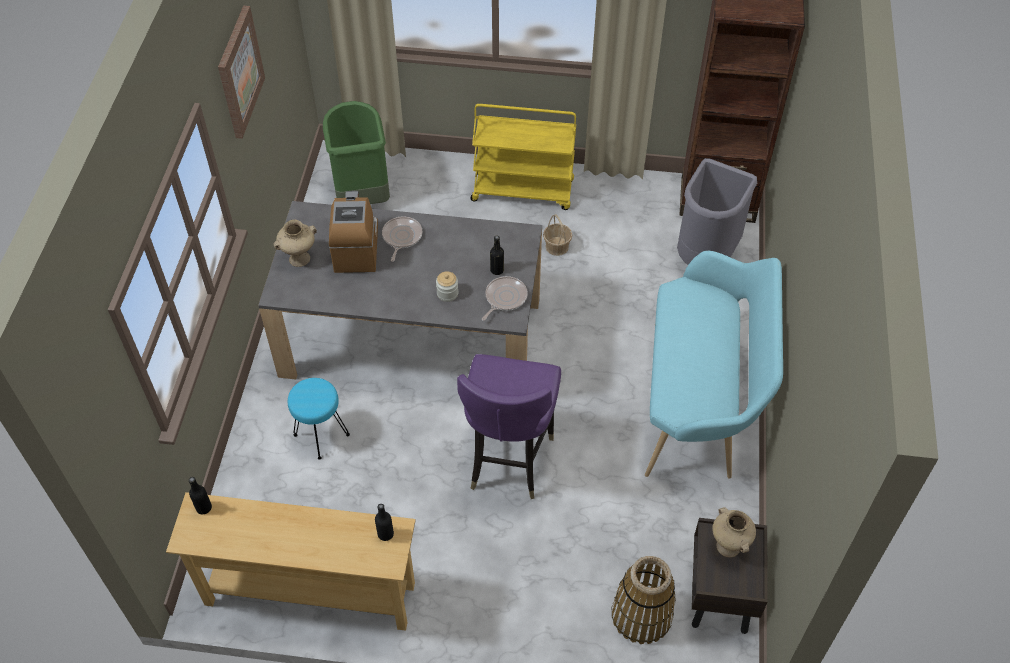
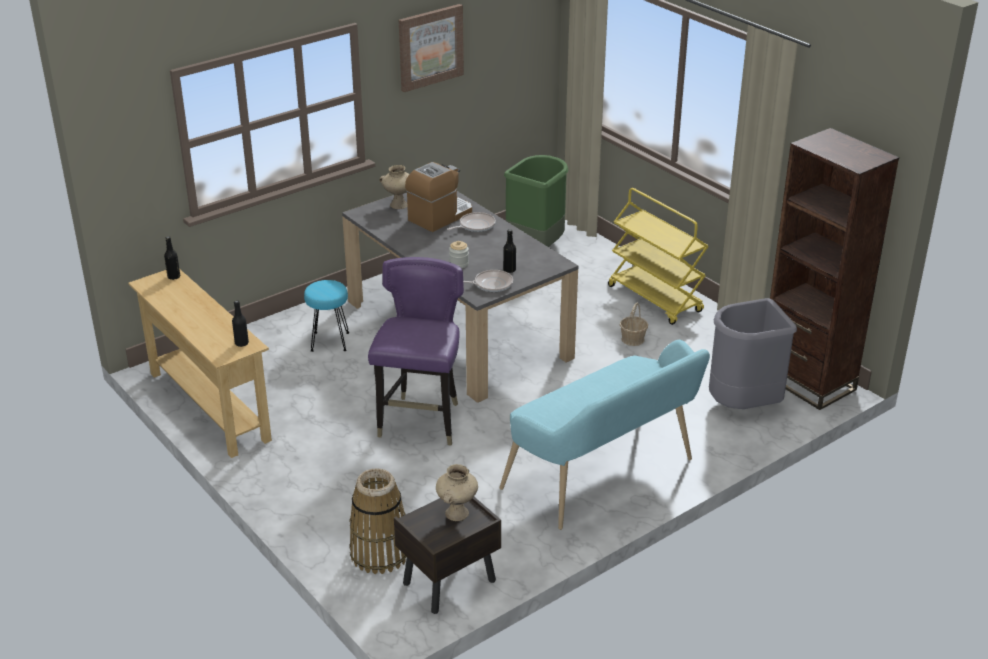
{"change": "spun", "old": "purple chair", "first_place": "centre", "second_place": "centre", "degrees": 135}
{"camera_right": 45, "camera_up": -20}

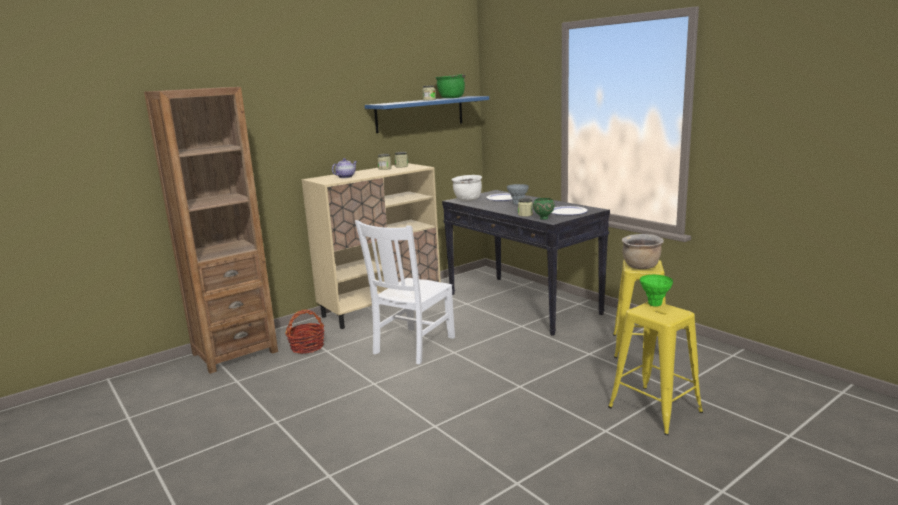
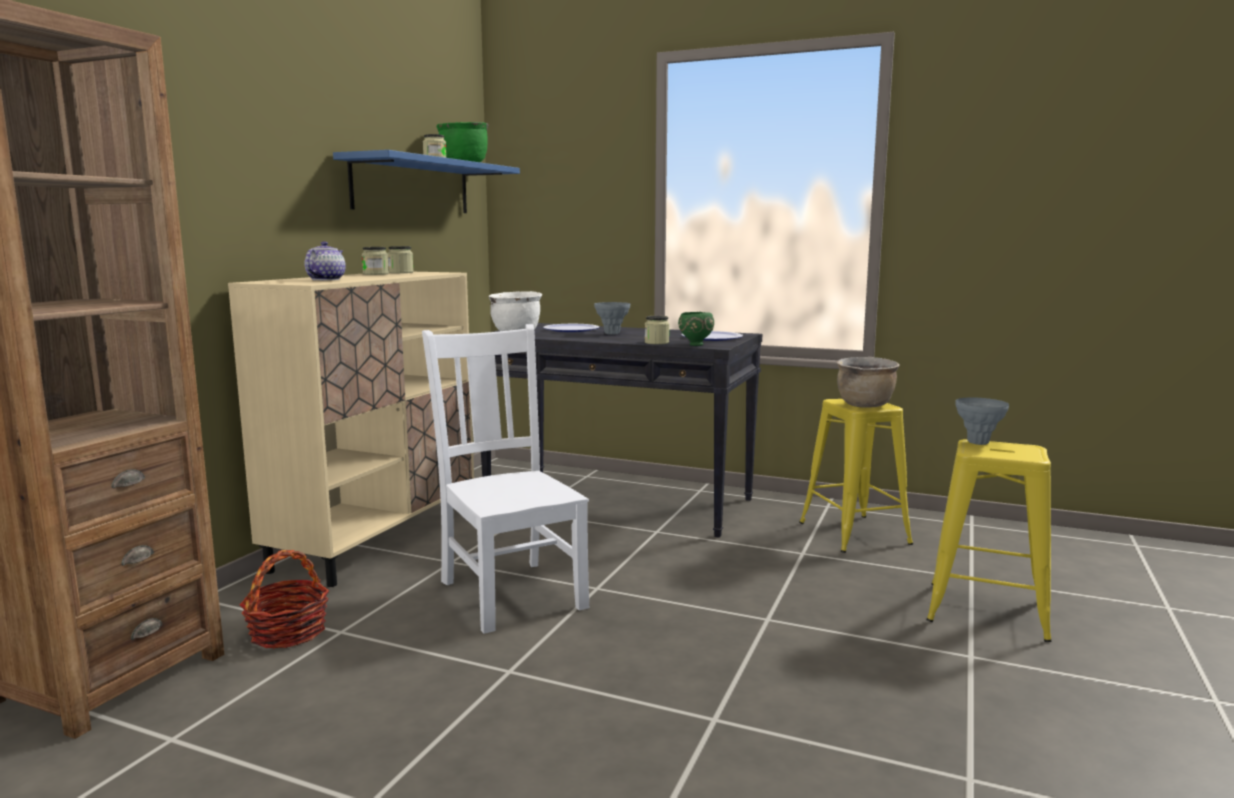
{"change": "spun", "old": "white chair", "first_place": "centre", "second_place": "centre", "degrees": 150}
{"change": "colour", "old": "green vase", "new": "grey vase (no. 2 from left)", "first_place": "middle right", "second_place": "middle right"}
{"camera_right": -30, "camera_up": -5}

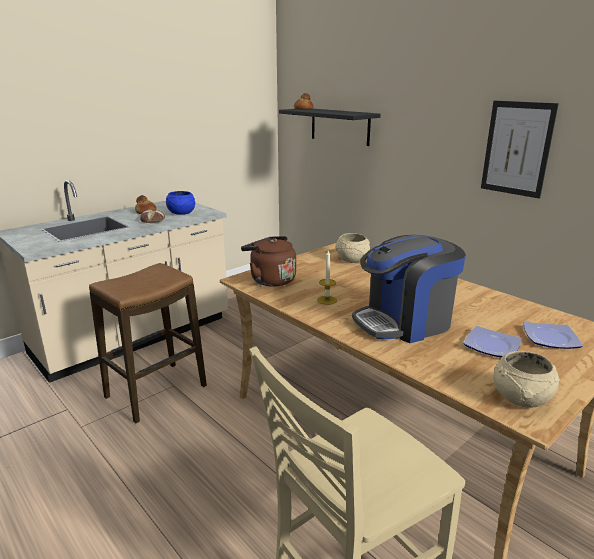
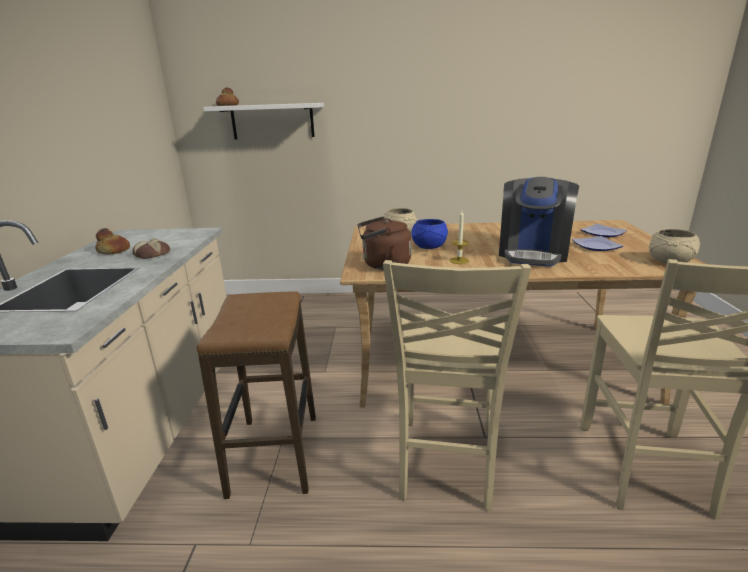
{"change": "missing", "old": "picture", "first_place": "top right"}
{"change": "colour", "old": "black shelf", "new": "white shelf", "first_place": "top centre", "second_place": "top centre"}
{"change": "relocated", "old": "blue bowl", "first_place": "middle left", "second_place": "centre"}
{"change": "appeared", "new": "beige chair (no. 1 from left)", "second_place": "bottom centre"}
{"camera_right": -45, "camera_up": 0}

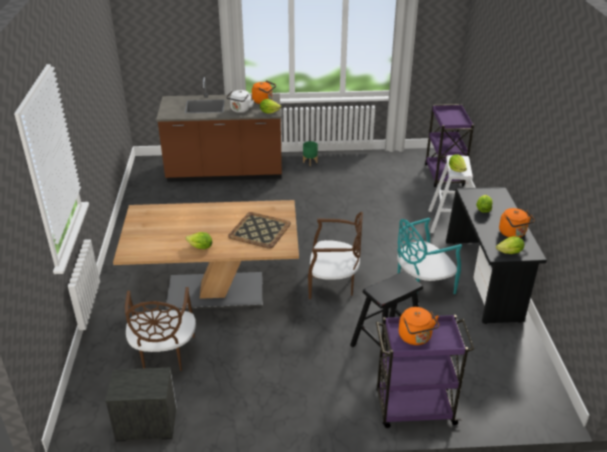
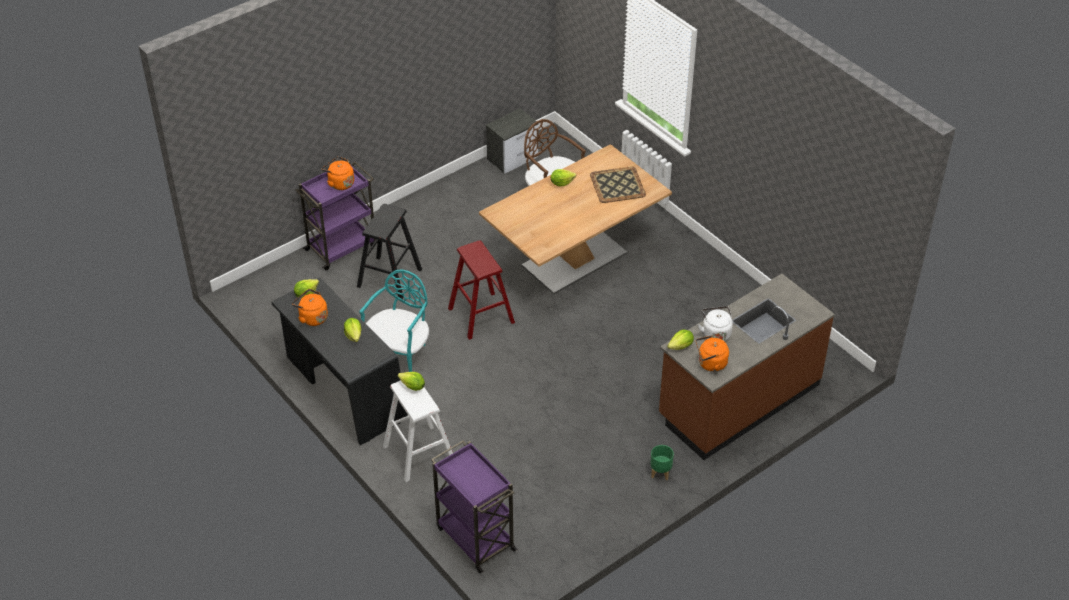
{"change": "relocated", "old": "tray", "first_place": "centre", "second_place": "top centre"}
{"change": "exchanged", "old": "brown chair (no. 2 from left)", "new": "red stool", "first_place": "centre", "second_place": "centre"}
{"camera_right": 145, "camera_up": 10}

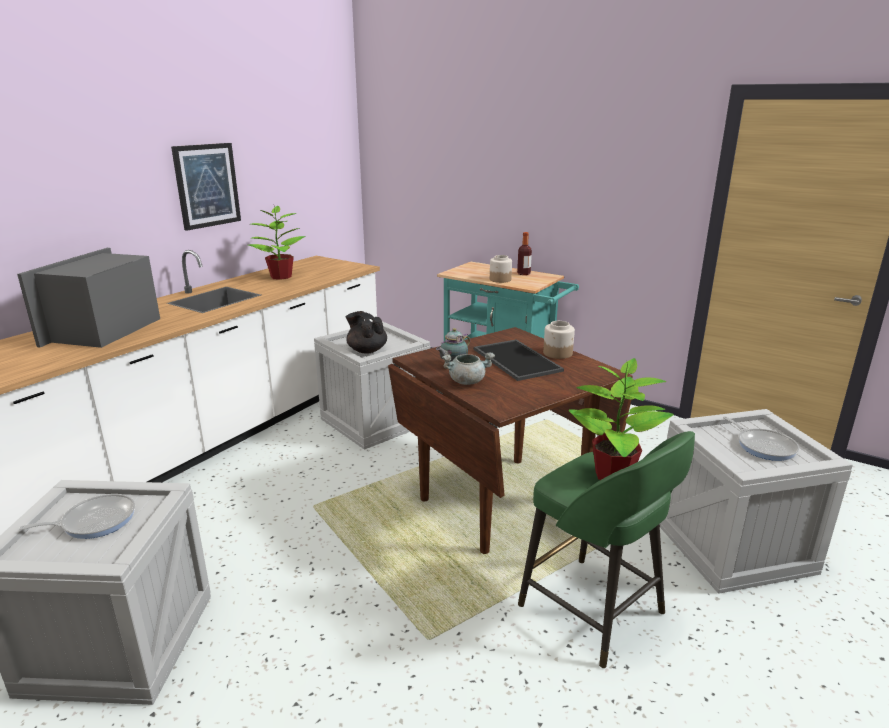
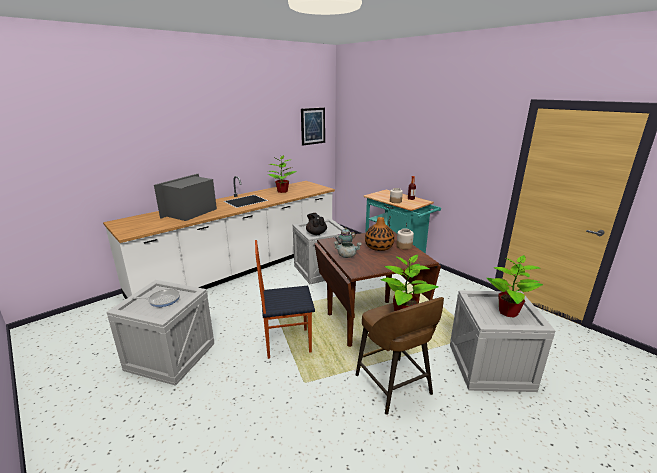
{"change": "relocated", "old": "picture", "first_place": "top left", "second_place": "top centre"}
{"change": "exchanged", "old": "tray", "new": "vase", "first_place": "centre", "second_place": "centre"}
{"change": "exchanged", "old": "frying pan (no. 2 from left)", "new": "potted plant (no. 3 from left)", "first_place": "middle right", "second_place": "middle right"}
{"change": "colour", "old": "green stool", "new": "brown stool", "first_place": "bottom right", "second_place": "bottom centre"}
{"change": "appeared", "new": "chair", "second_place": "centre"}
{"camera_right": 15, "camera_up": 0}

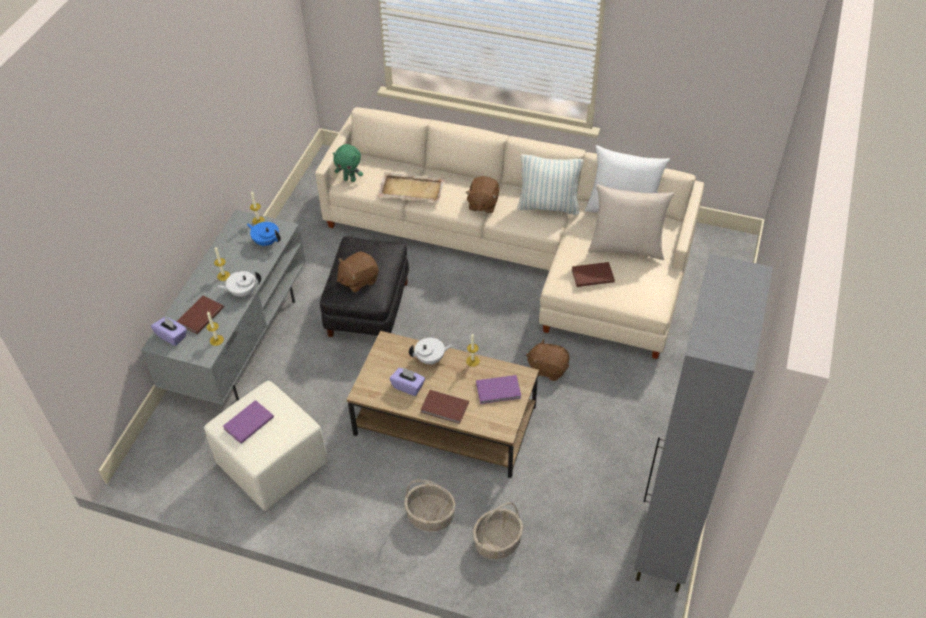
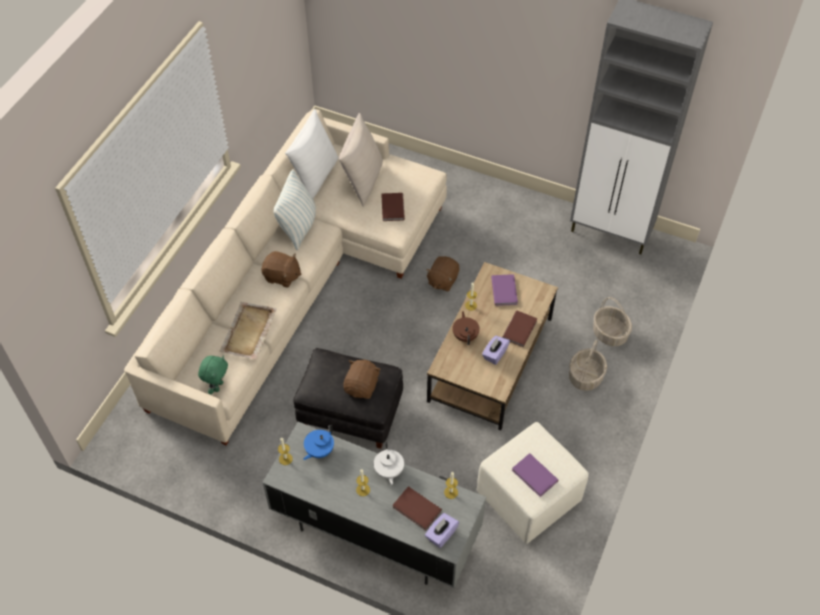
{"change": "spun", "old": "brown plush toy (no. 1 from left in the first image)", "first_place": "centre", "second_place": "centre", "degrees": -135}
{"change": "colour", "old": "white teapot (no. 2 from left)", "new": "brown teapot", "first_place": "centre", "second_place": "centre"}
{"camera_right": -85, "camera_up": 5}

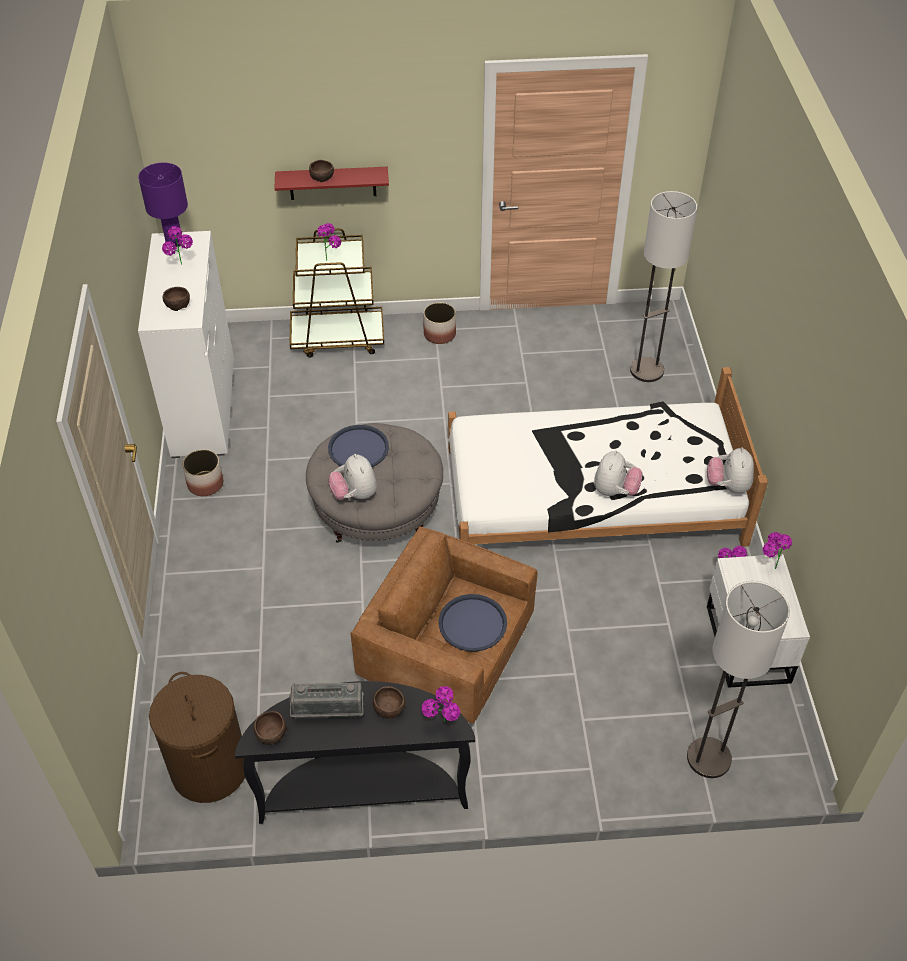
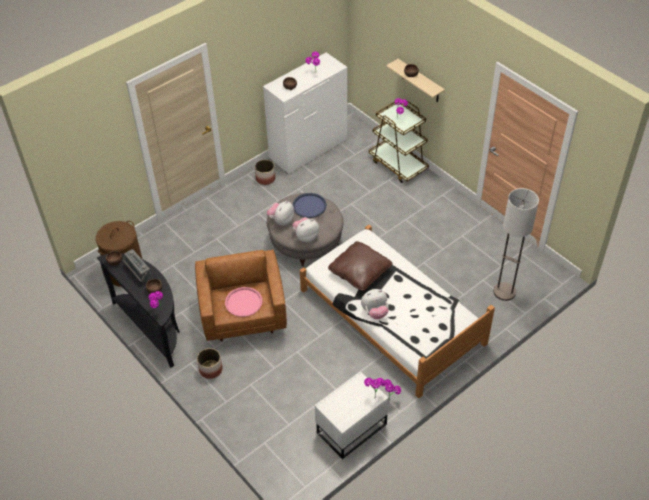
{"change": "missing", "old": "purple table lamp", "first_place": "top left"}
{"change": "colour", "old": "red shelf", "new": "beige shelf", "first_place": "top centre", "second_place": "top centre"}
{"change": "relocated", "old": "planter (no. 2 from left in the first image)", "new": "planter (no. 1 from left)", "first_place": "centre", "second_place": "bottom left"}
{"change": "relocated", "old": "plush toy (no. 3 from left in the first image)", "new": "plush toy (no. 2 from left)", "first_place": "middle right", "second_place": "centre"}
{"change": "missing", "old": "floor lamp (no. 2 from left)", "first_place": "bottom right"}
{"change": "colour", "old": "blue tray (no. 2 from left)", "new": "pink tray", "first_place": "centre", "second_place": "centre"}
{"change": "appeared", "new": "brown pillow", "second_place": "centre"}
{"camera_right": 55, "camera_up": 0}

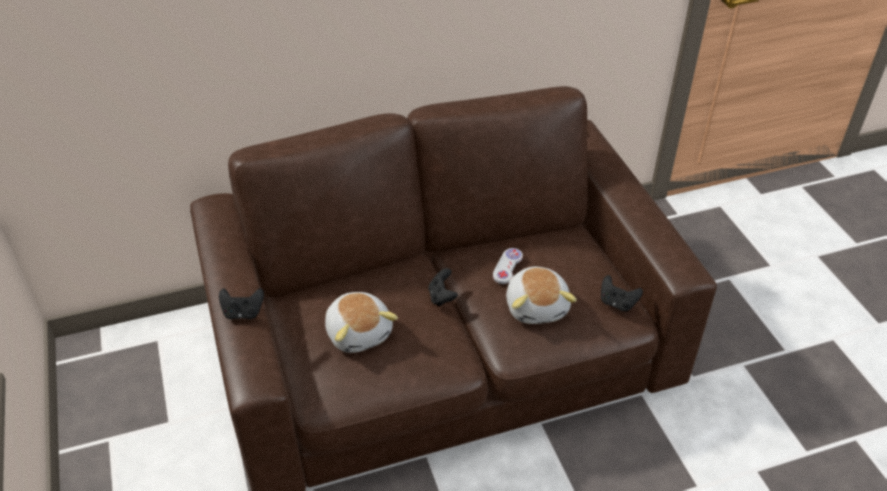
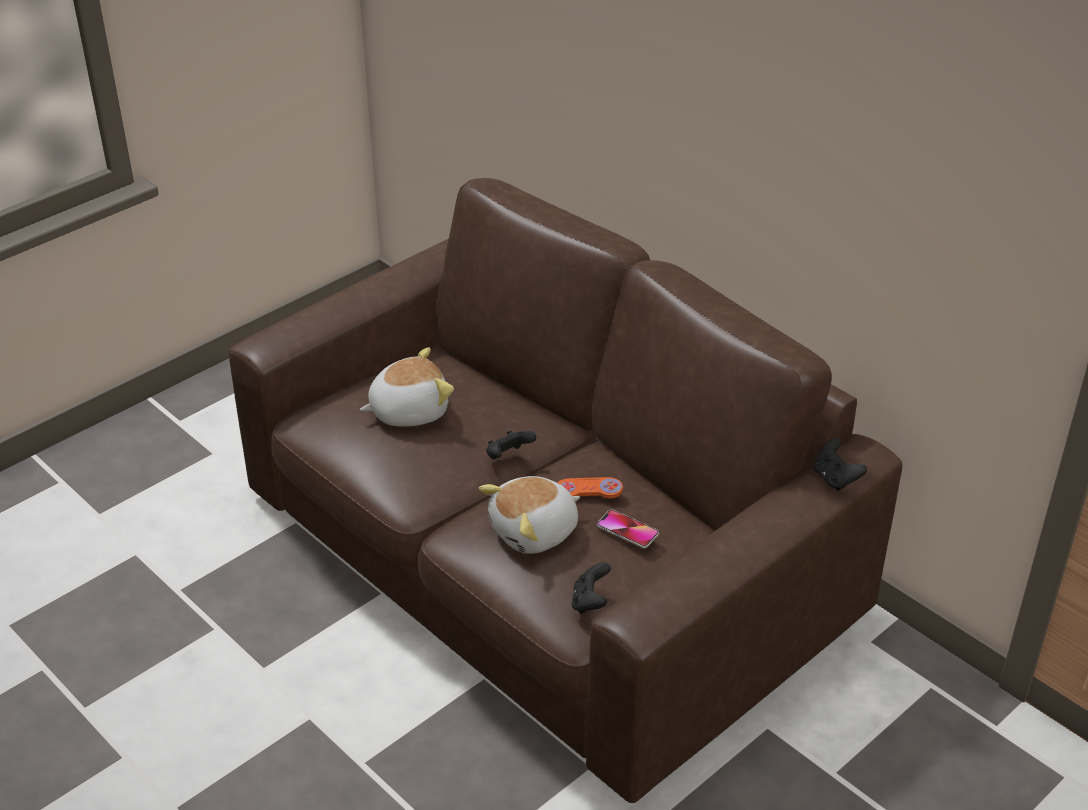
{"change": "colour", "old": "white game controller", "new": "orange game controller", "first_place": "centre", "second_place": "centre"}
{"change": "relocated", "old": "black game controller (no. 1 from left in the first image)", "new": "black game controller (no. 3 from left)", "first_place": "middle left", "second_place": "middle right"}
{"change": "spun", "old": "plush toy (no. 1 from left)", "first_place": "centre", "second_place": "centre", "degrees": -150}
{"change": "appeared", "new": "phone", "second_place": "centre"}
{"camera_right": 65, "camera_up": -5}

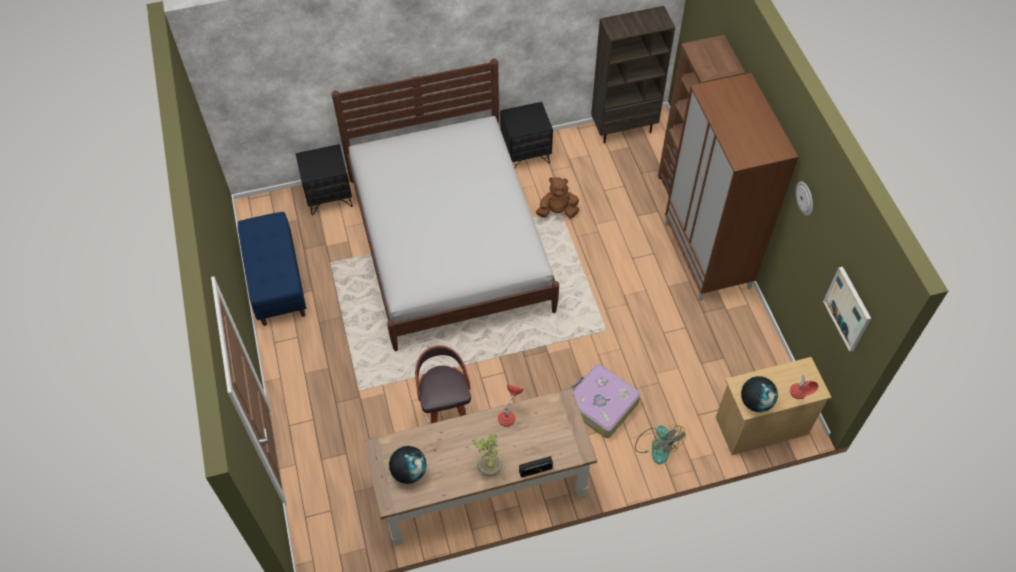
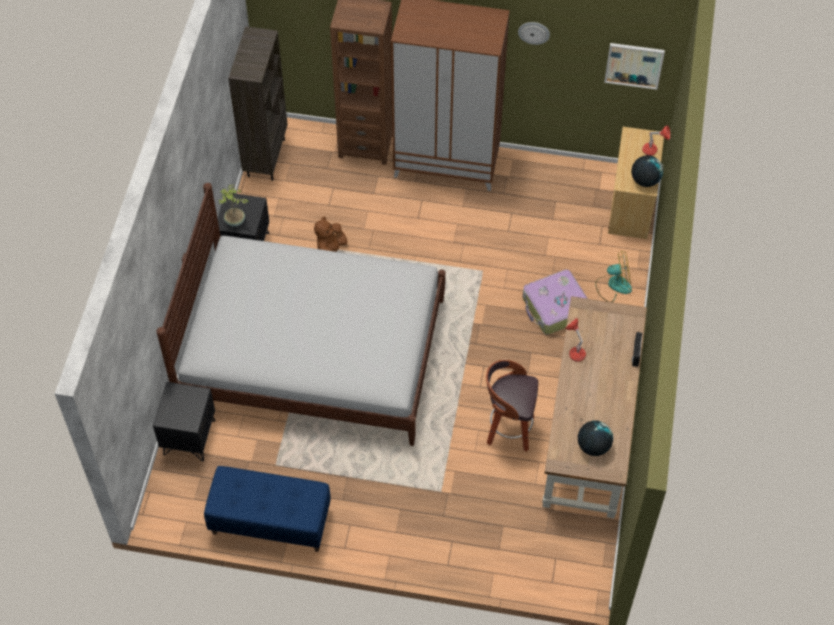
{"change": "relocated", "old": "potted plant", "first_place": "bottom centre", "second_place": "top left"}
{"camera_right": -65, "camera_up": 0}

